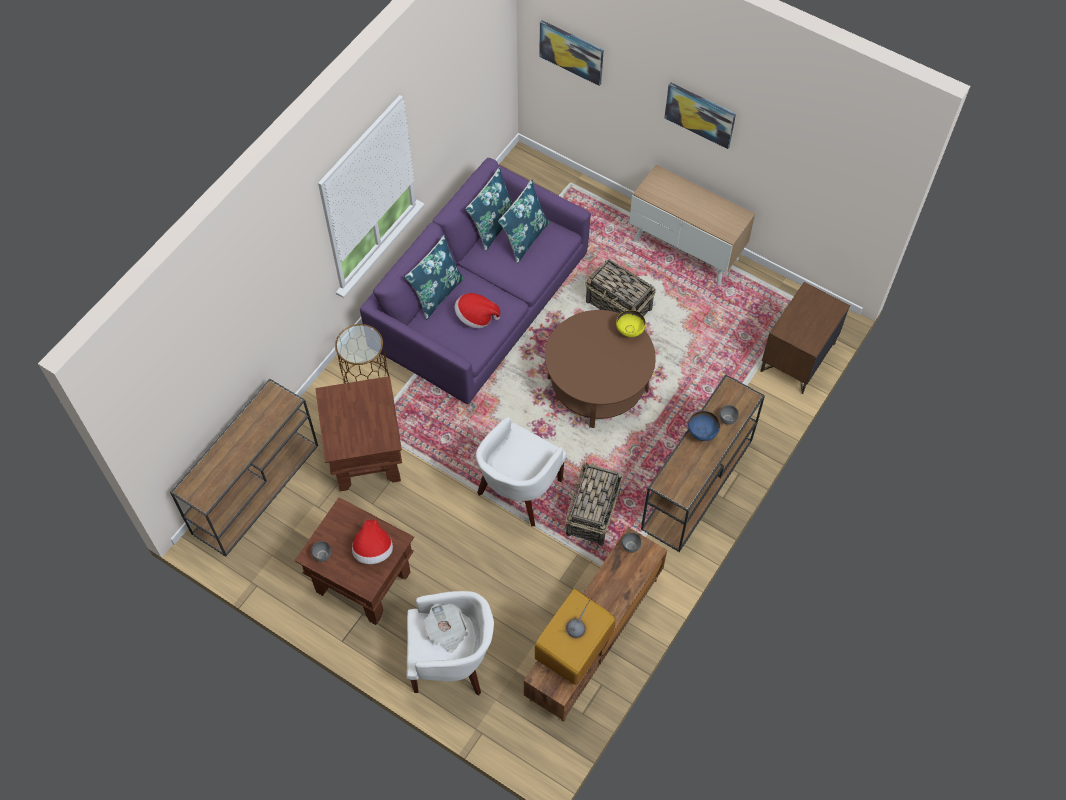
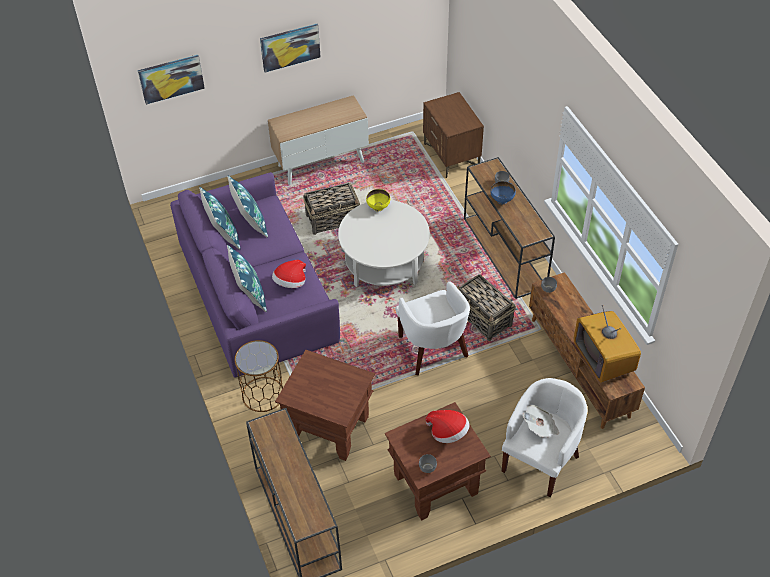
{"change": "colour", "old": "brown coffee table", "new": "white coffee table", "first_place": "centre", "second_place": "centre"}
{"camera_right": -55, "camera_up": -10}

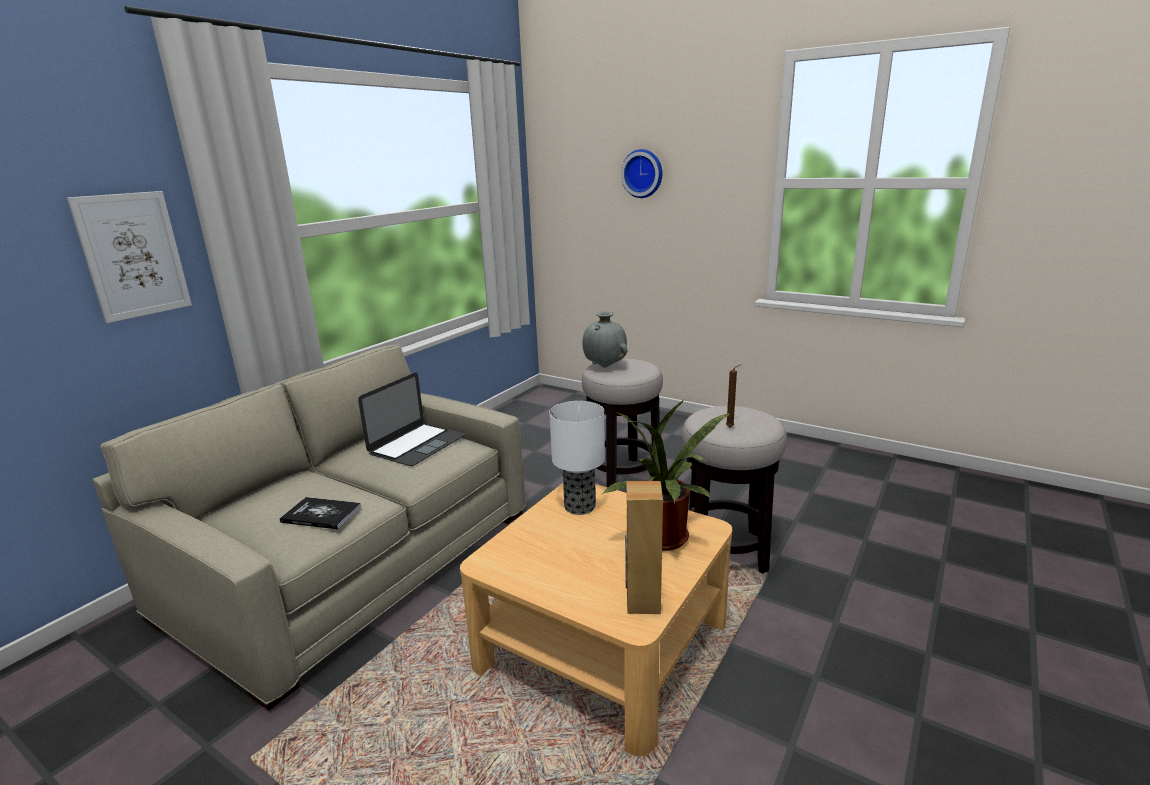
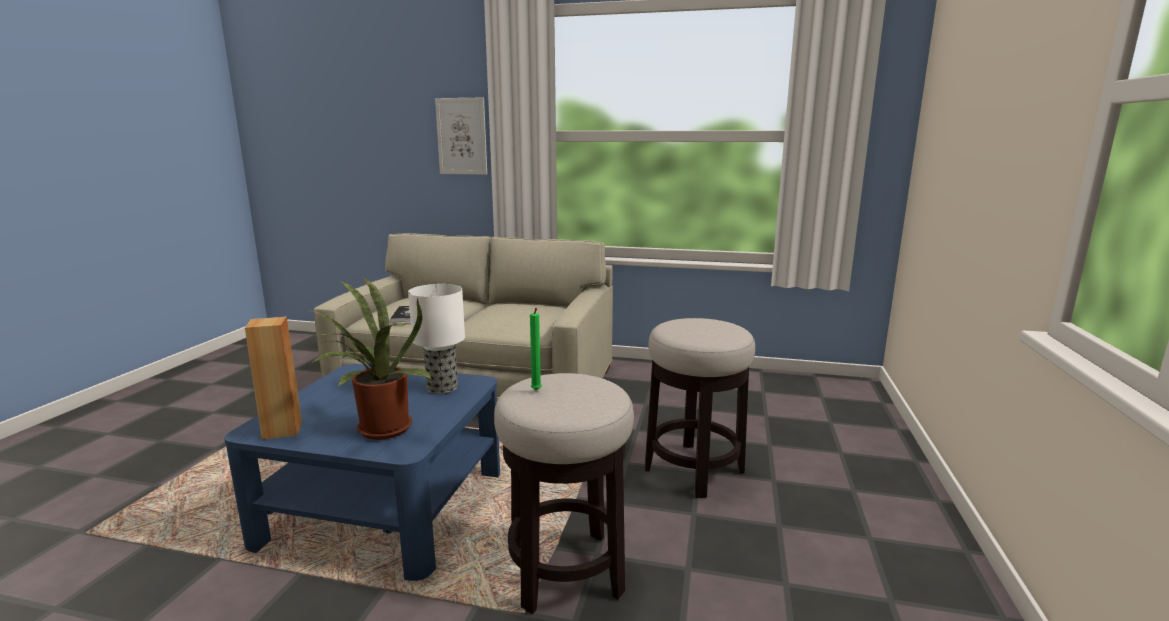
{"change": "missing", "old": "wall clock", "first_place": "top centre"}
{"change": "missing", "old": "grey vase", "first_place": "centre"}
{"change": "colour", "old": "brown candle", "new": "green candle", "first_place": "centre", "second_place": "centre"}
{"change": "missing", "old": "laptop", "first_place": "centre"}
{"change": "colour", "old": "beige coffee table", "new": "blue coffee table", "first_place": "bottom centre", "second_place": "bottom left"}
{"camera_right": 70, "camera_up": -5}

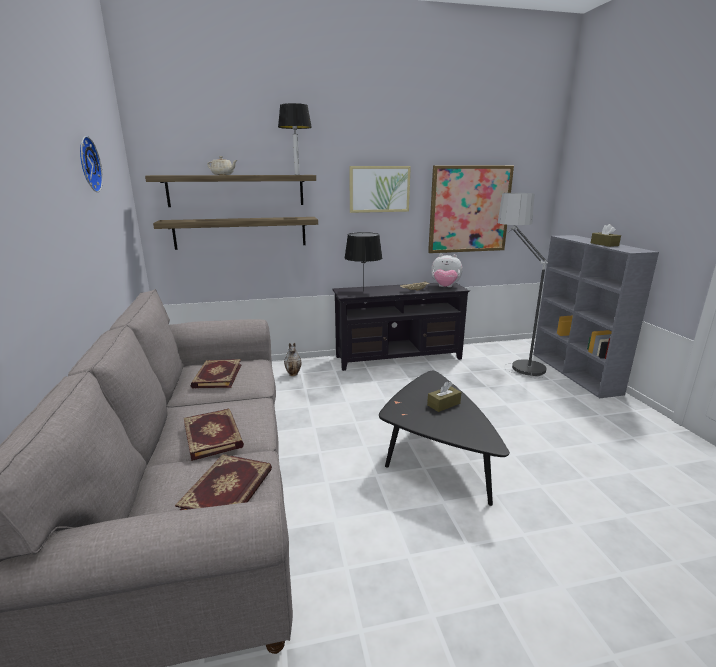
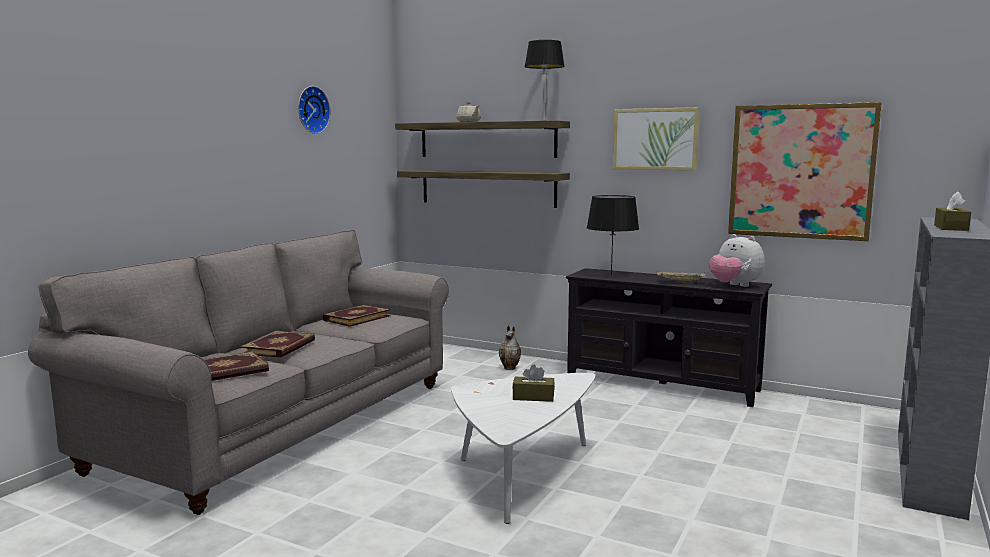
{"change": "missing", "old": "floor lamp", "first_place": "middle right"}
{"change": "colour", "old": "black coffee table", "new": "white coffee table", "first_place": "centre", "second_place": "bottom centre"}
{"camera_right": 40, "camera_up": -10}

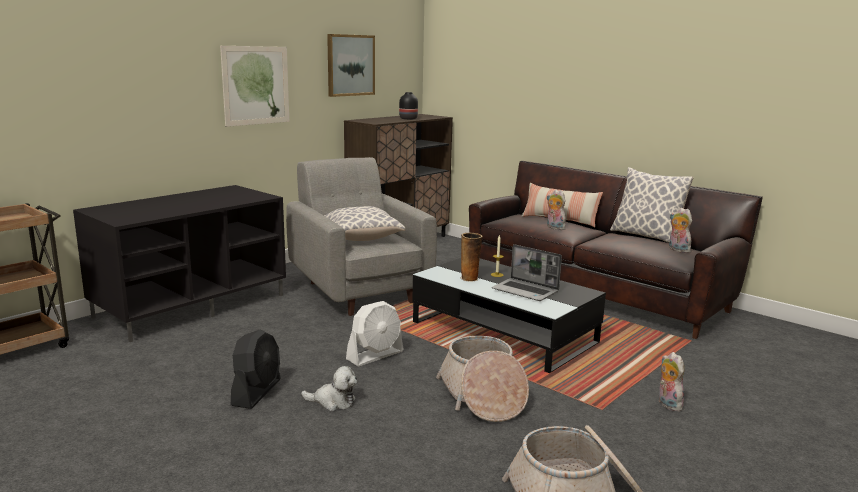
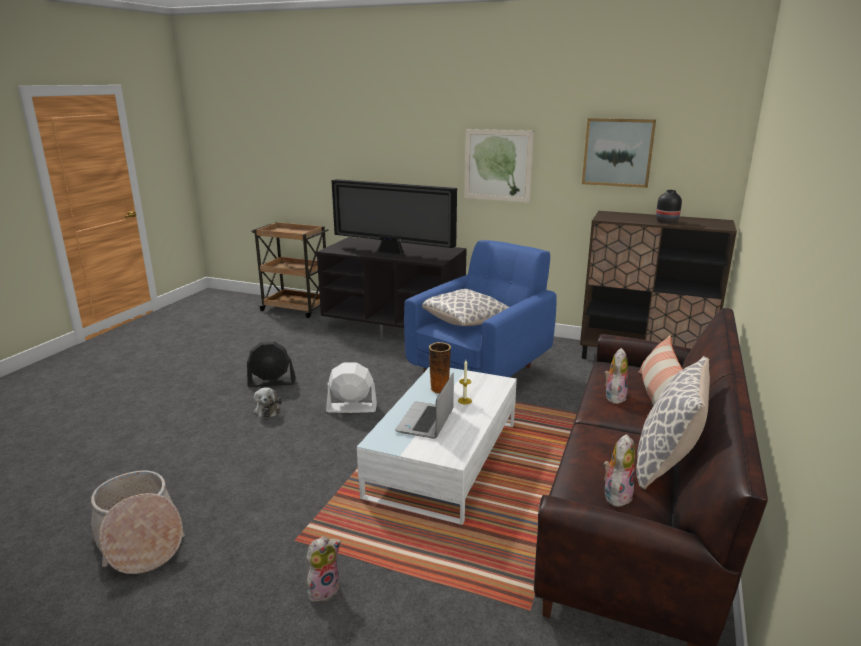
{"change": "colour", "old": "grey armchair", "new": "blue armchair", "first_place": "centre", "second_place": "centre"}
{"change": "colour", "old": "black coffee table", "new": "white coffee table", "first_place": "centre", "second_place": "bottom centre"}
{"change": "spun", "old": "white fan", "first_place": "bottom centre", "second_place": "centre", "degrees": 150}
{"change": "missing", "old": "basket (no. 1 from left)", "first_place": "bottom centre"}
{"change": "appeared", "new": "television", "second_place": "centre"}
{"camera_right": 70, "camera_up": 5}

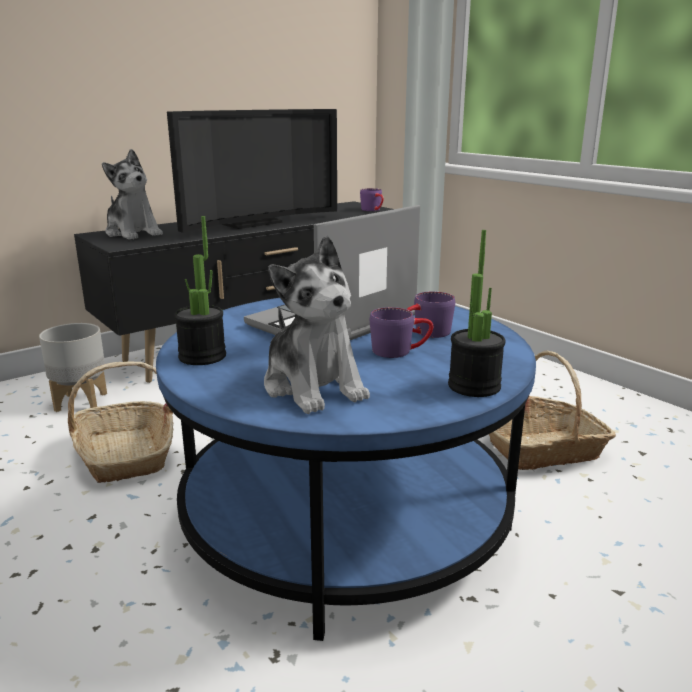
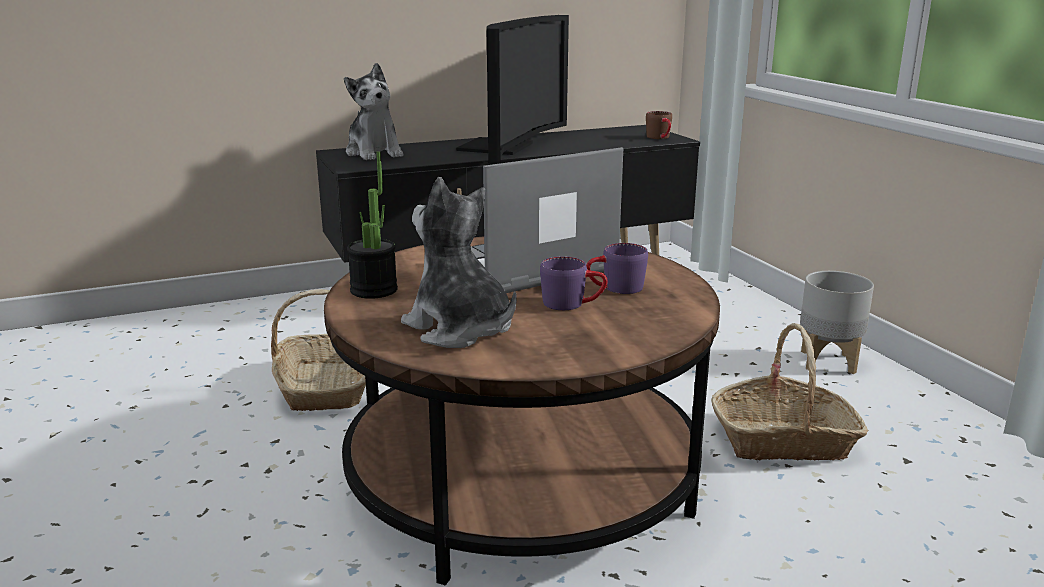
{"change": "spun", "old": "television", "first_place": "top centre", "second_place": "top centre", "degrees": -45}
{"change": "colour", "old": "purple mug (no. 1 from left)", "new": "brown mug", "first_place": "top centre", "second_place": "top centre"}
{"change": "missing", "old": "potted plant (no. 2 from left)", "first_place": "middle right"}
{"change": "spun", "old": "plush toy (no. 2 from left)", "first_place": "centre", "second_place": "centre", "degrees": 150}
{"change": "colour", "old": "blue coffee table", "new": "brown coffee table", "first_place": "bottom centre", "second_place": "bottom centre"}
{"change": "relocated", "old": "grey planter", "first_place": "middle left", "second_place": "middle right"}
{"camera_right": 15, "camera_up": 0}

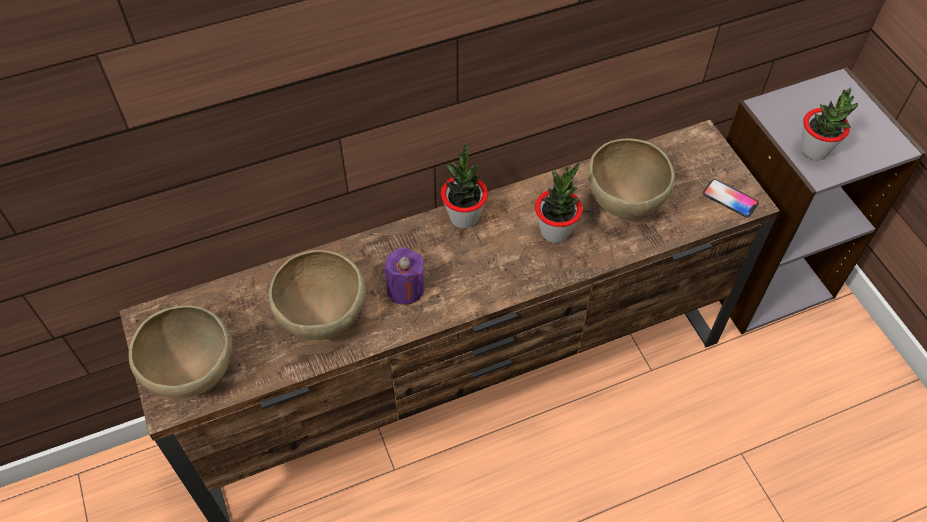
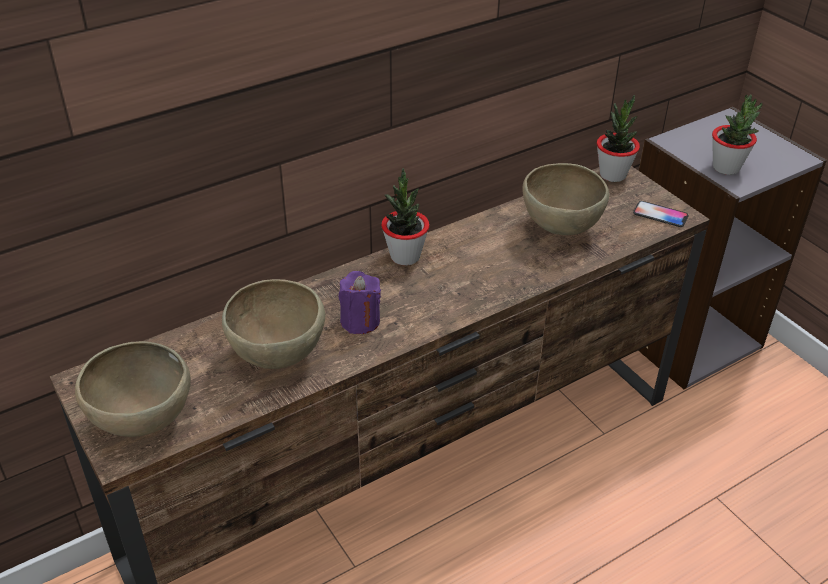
{"change": "relocated", "old": "potted plant (no. 2 from left)", "first_place": "centre", "second_place": "top right"}
{"camera_right": -10, "camera_up": -15}

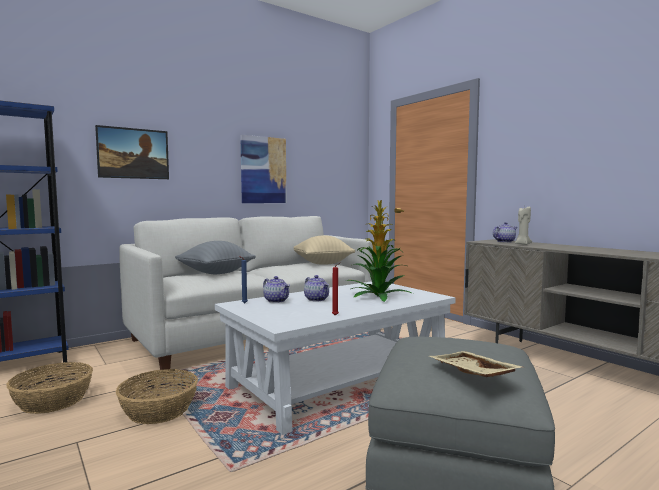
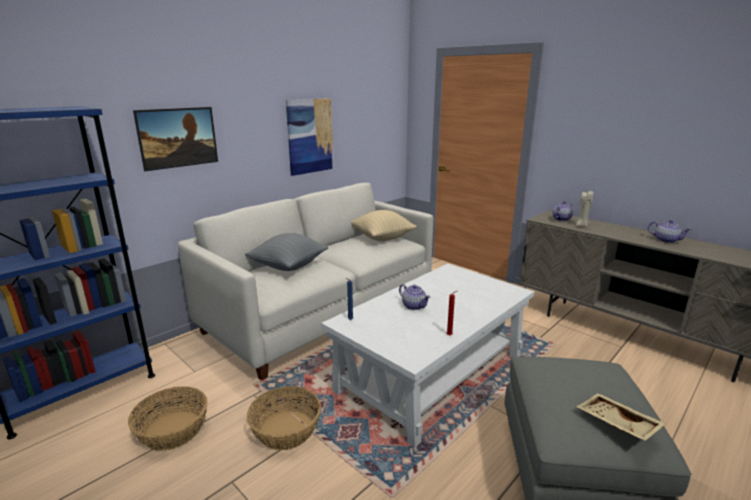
{"change": "missing", "old": "potted plant", "first_place": "centre"}
{"change": "relocated", "old": "teapot (no. 1 from left in the first image)", "new": "teapot (no. 3 from left)", "first_place": "centre", "second_place": "middle right"}
{"camera_right": -10, "camera_up": 15}

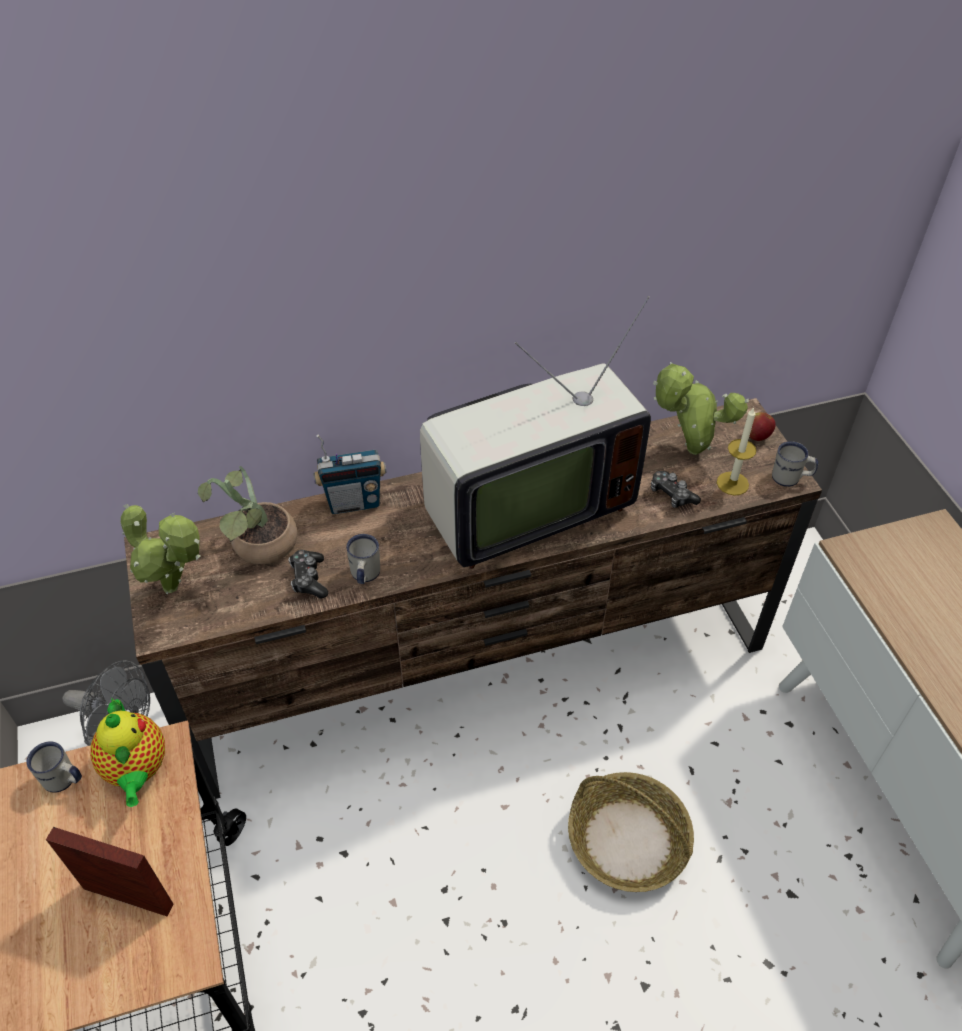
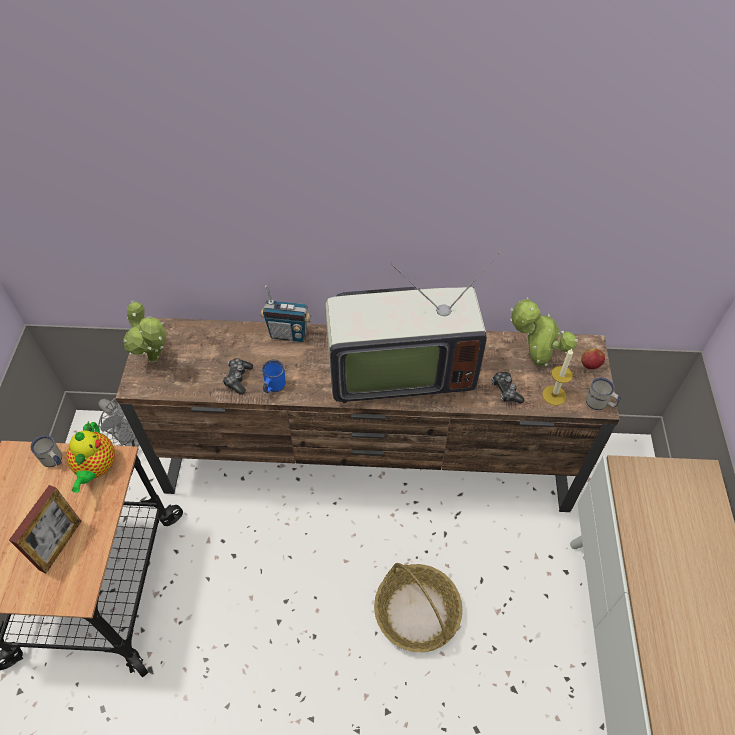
{"change": "missing", "old": "potted plant (no. 2 from left)", "first_place": "middle left"}
{"change": "colour", "old": "white mug (no. 2 from left)", "new": "blue mug", "first_place": "centre", "second_place": "centre"}
{"change": "spun", "old": "picture frame", "first_place": "bottom left", "second_place": "bottom left", "degrees": 75}
{"camera_right": 20, "camera_up": 5}

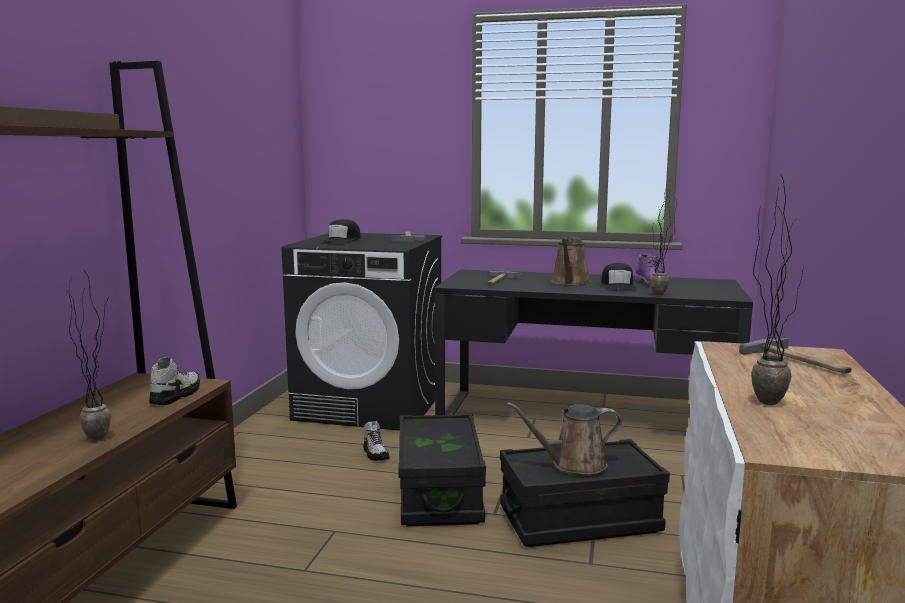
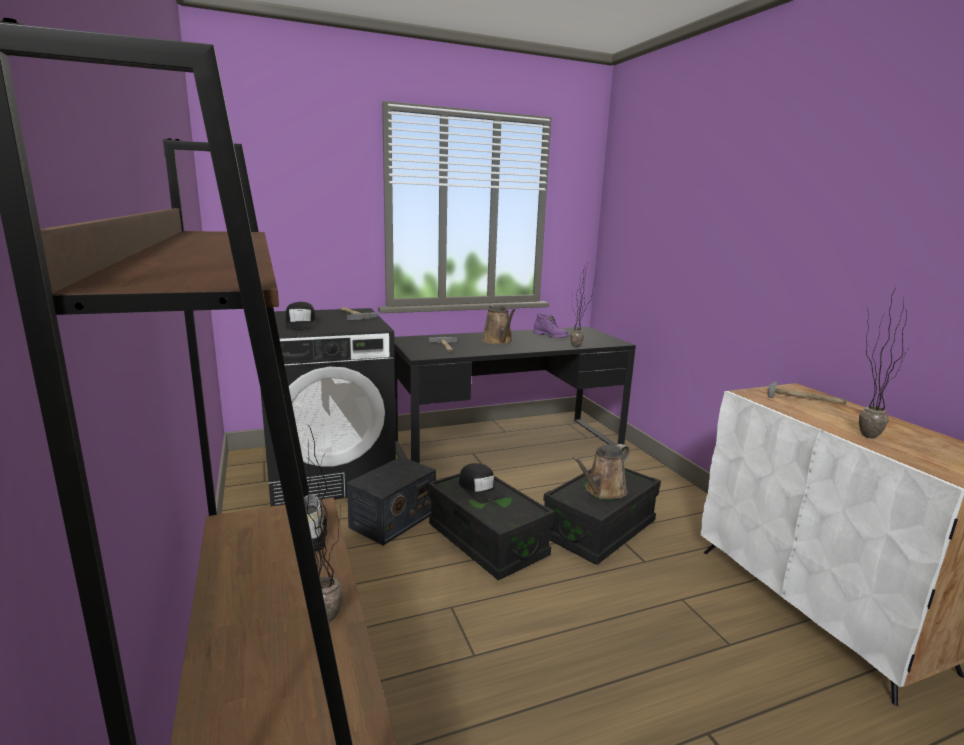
{"change": "relocated", "old": "black cap (no. 2 from left)", "first_place": "middle right", "second_place": "centre"}
{"change": "exchanged", "old": "shoe (no. 2 from left)", "new": "radio", "first_place": "bottom centre", "second_place": "bottom centre"}
{"camera_right": -35, "camera_up": 5}

